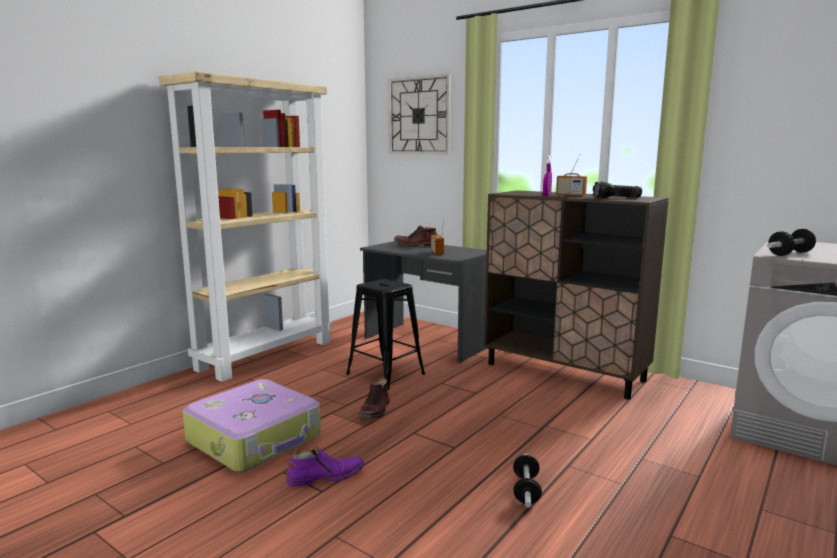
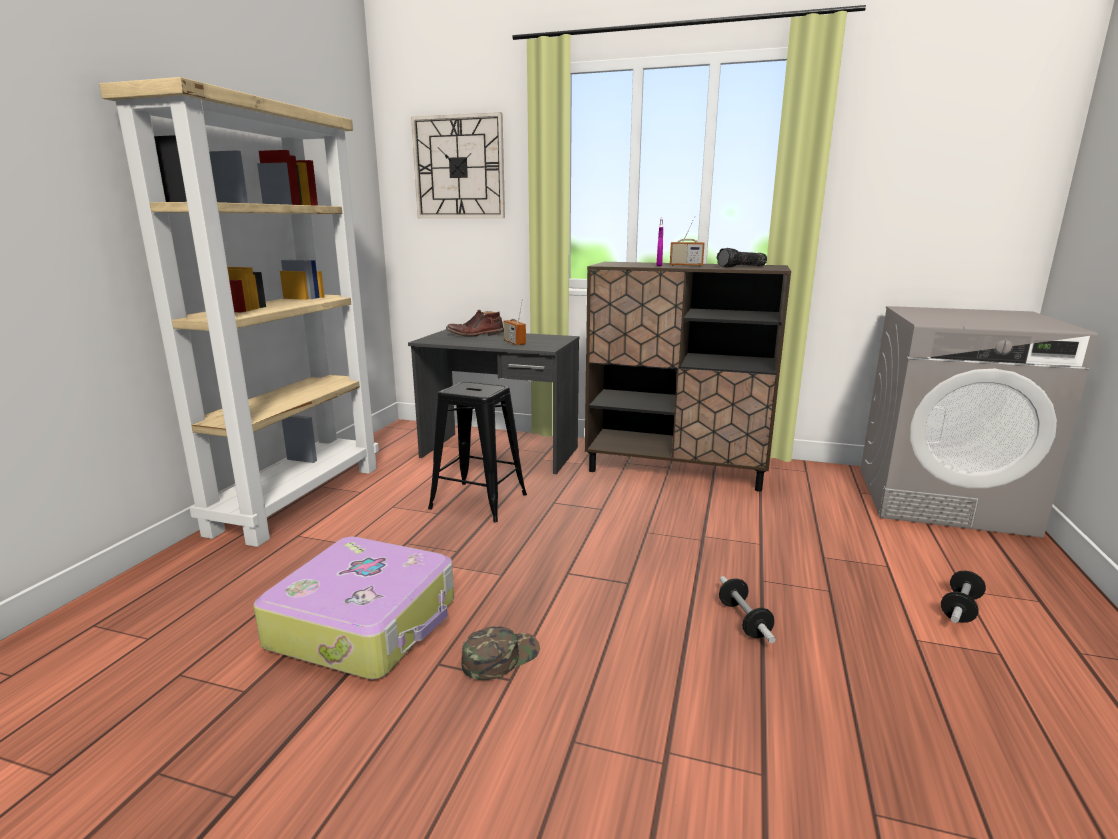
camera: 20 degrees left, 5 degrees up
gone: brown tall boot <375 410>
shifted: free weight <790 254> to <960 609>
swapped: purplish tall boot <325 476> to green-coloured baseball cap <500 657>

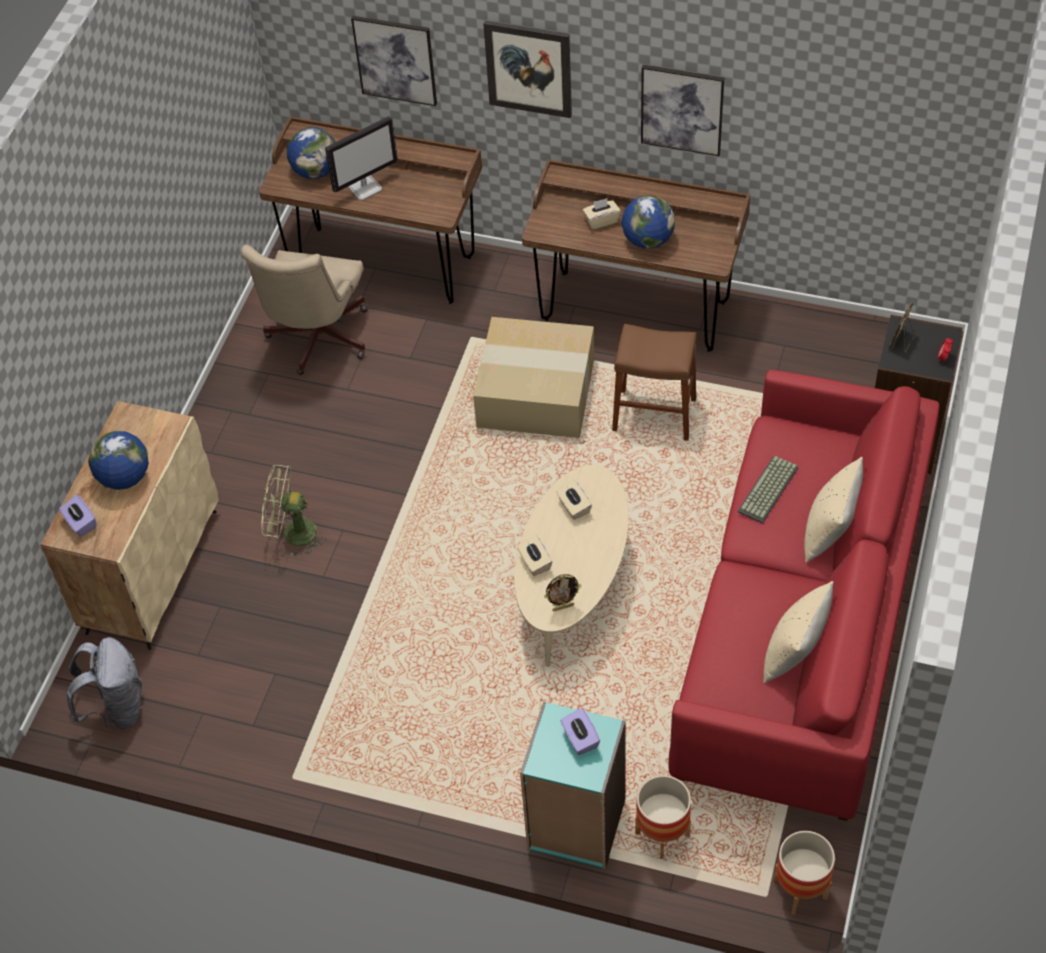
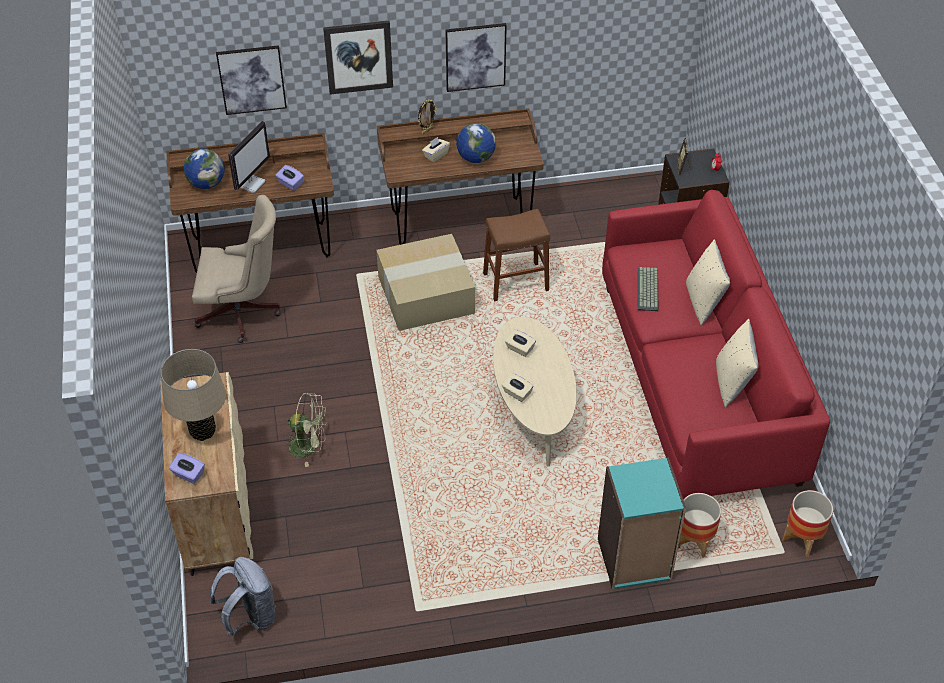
camera: 30 degrees left, 5 degrees down
shifted: purplish tissue holder <580 739> to <290 184>; photo frame <563 607> to <427 130>
swapped: globe <125 478> to beige tabletop lamp <202 431>
rotated: beige desk chair <316 341> = <243 313> 75 degrees counterclockwise; green-coloured electric fan <292 533> = <309 447> 150 degrees counterclockwise

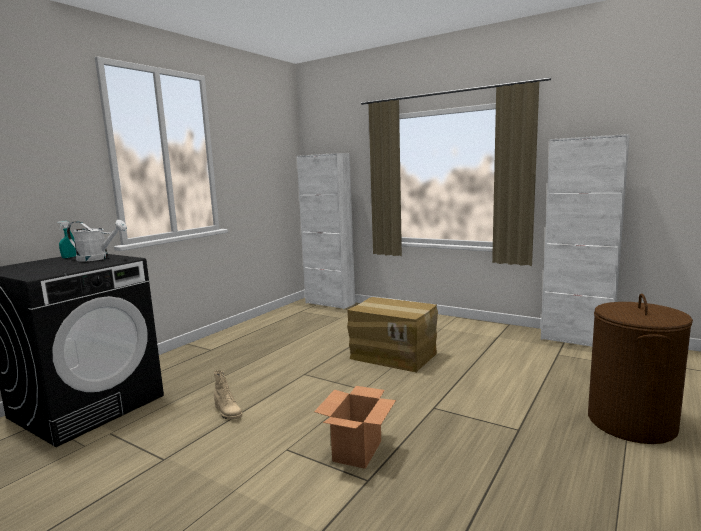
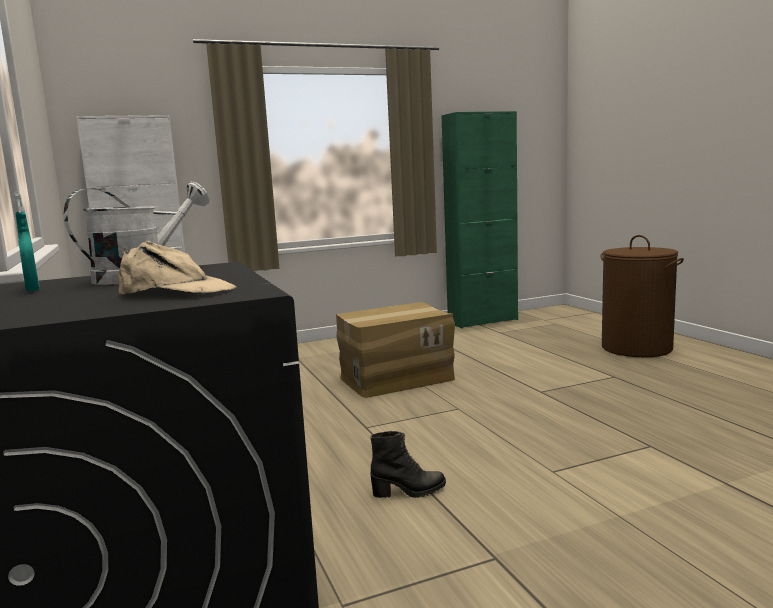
camera: 55 degrees left, 0 degrees up
gone: packing box <357 450>
new: beige baseball cap <177 291>
repainted: beige tall boot <227 413> to black tall boot <409 492>; white-coloured storage cabinet <576 340> to green-coloured storage cabinet <483 321>

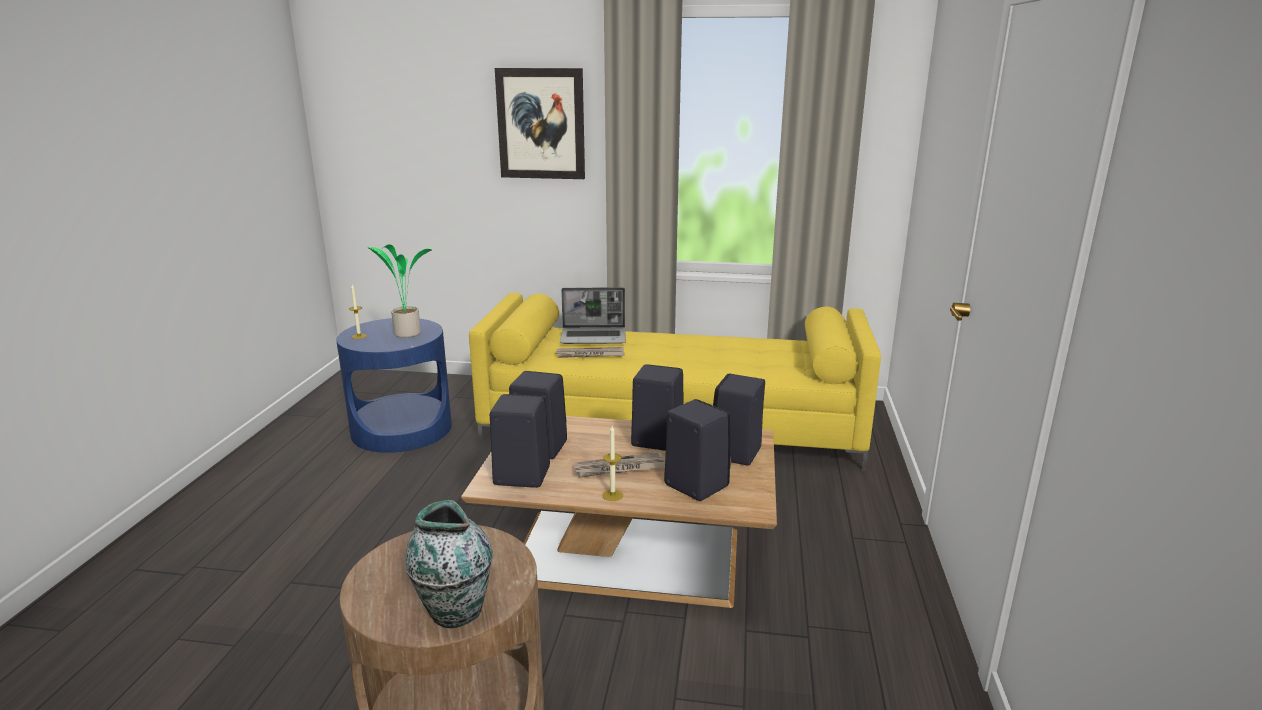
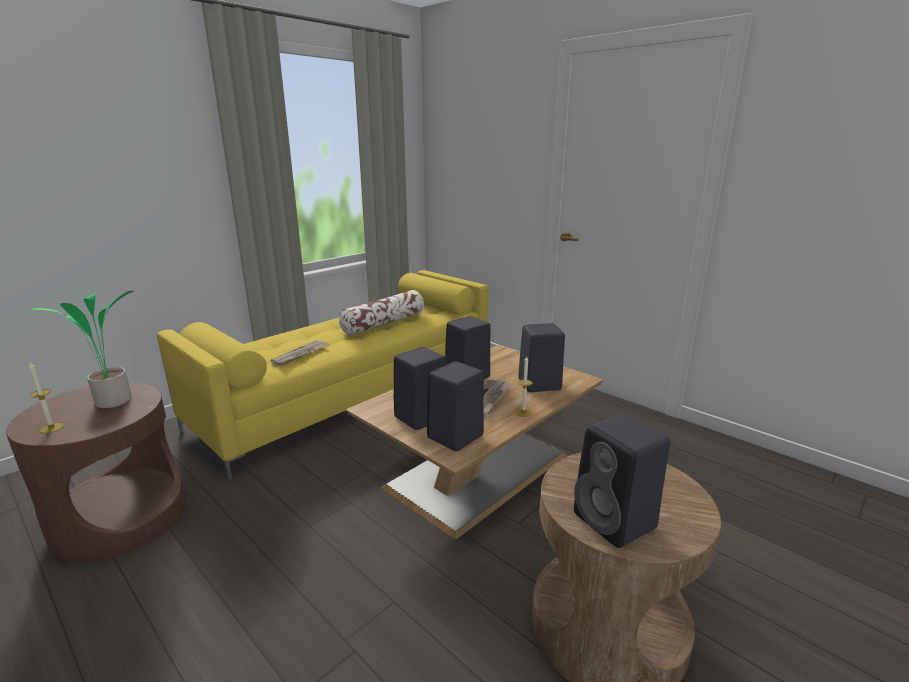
camera: 55 degrees left, 0 degrees up
gone: vase <454 610>; wall art <541 124>; notebook computer <594 337>
new: cushion <384 323>
shifted: black audio speaker <735 453> to <616 522>
repainted: blue-coloured side table <402 429> to brown side table <120 517>

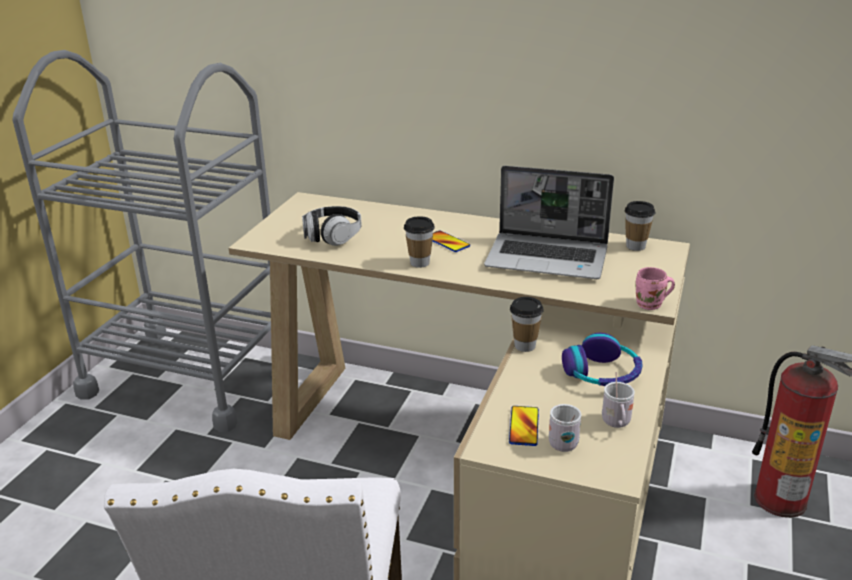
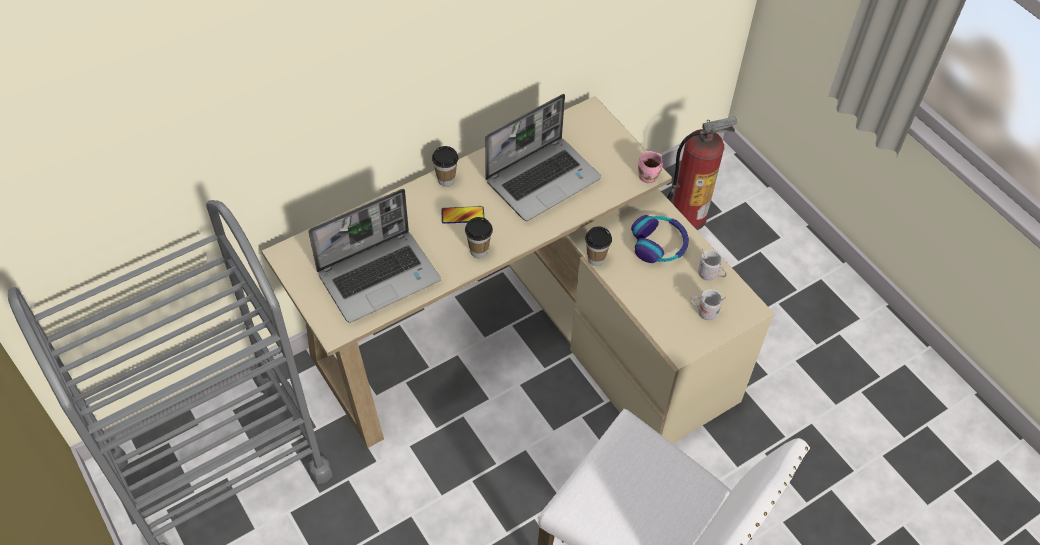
camera: 55 degrees left, 25 degrees up
gone: telephone <524 426>
shifted: cup <635 246> to <446 180>
swapped: pair of headphones <332 236> to notebook computer <380 276>

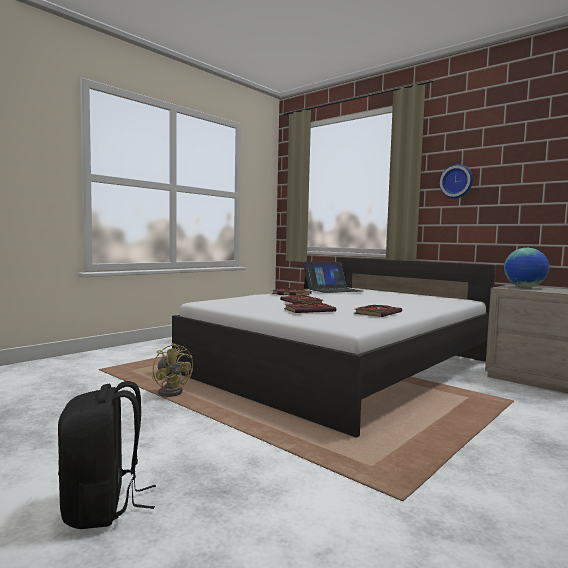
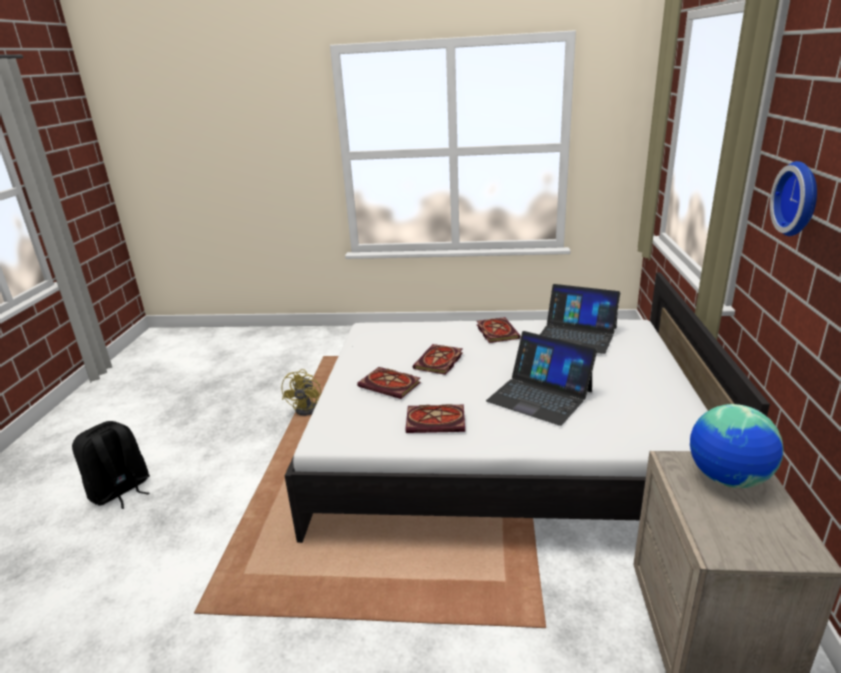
camera: 55 degrees right, 20 degrees up
new: notebook computer <540 396>

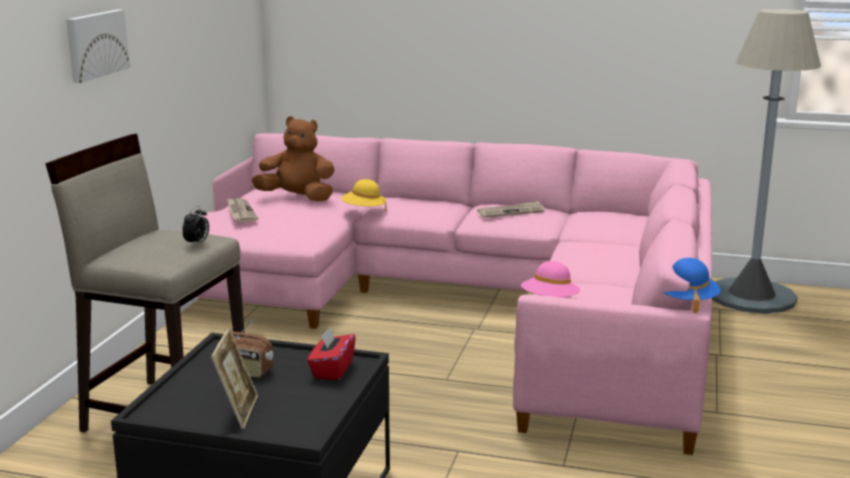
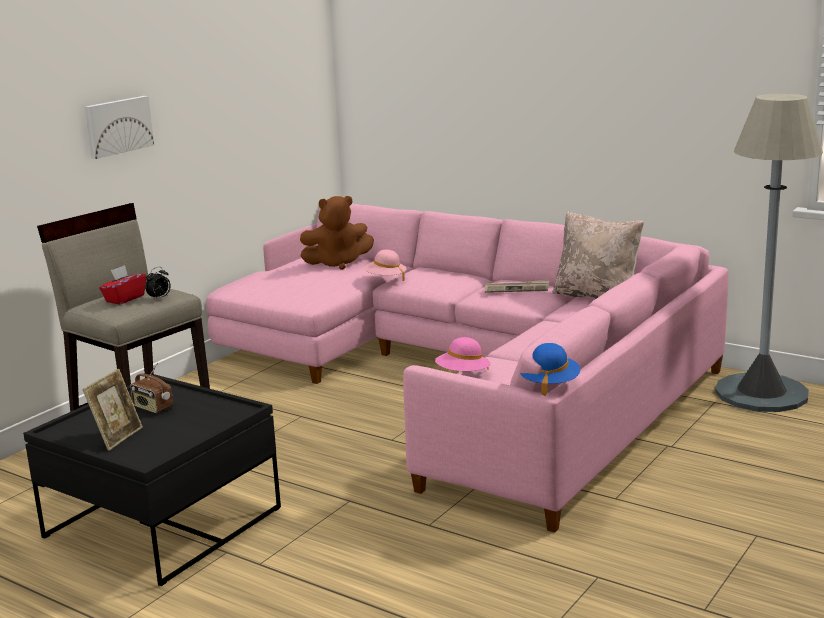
camera: 20 degrees right, 0 degrees up
gone: daily paper <240 212>
new: beige cushion <597 296>
shifted: reddish tissue holder <332 370> to <124 299>
repainted: yellow-coloured wearable hat <364 210> to pinkish wearable hat <385 278>
rotated: brown cuddly toy <297 198> = <337 263> 135 degrees clockwise

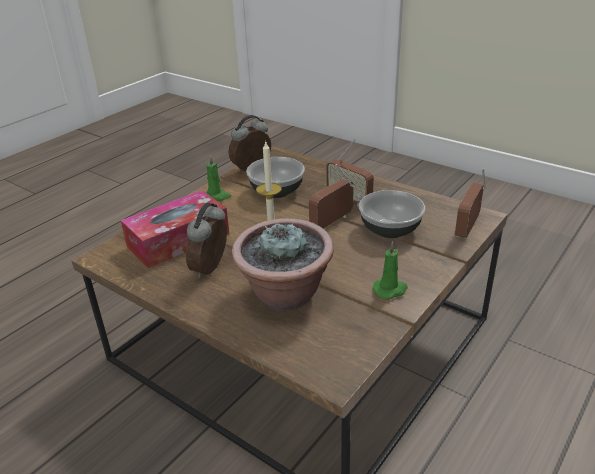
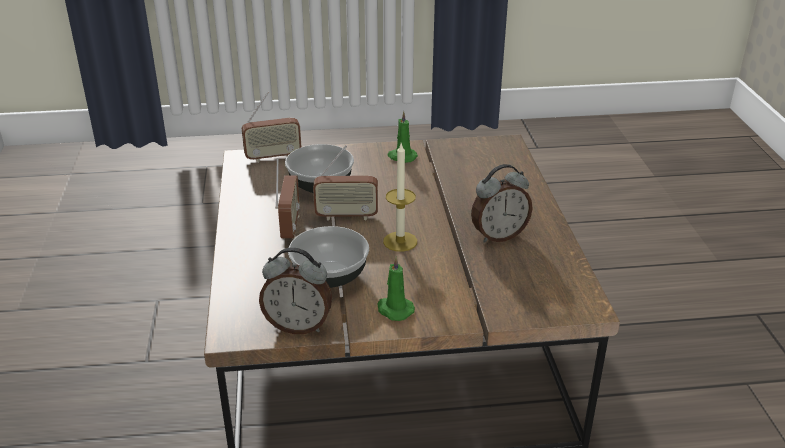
camera: 135 degrees left, 0 degrees up
gone: tissue holder <178 240>; plant in a pot <285 295>

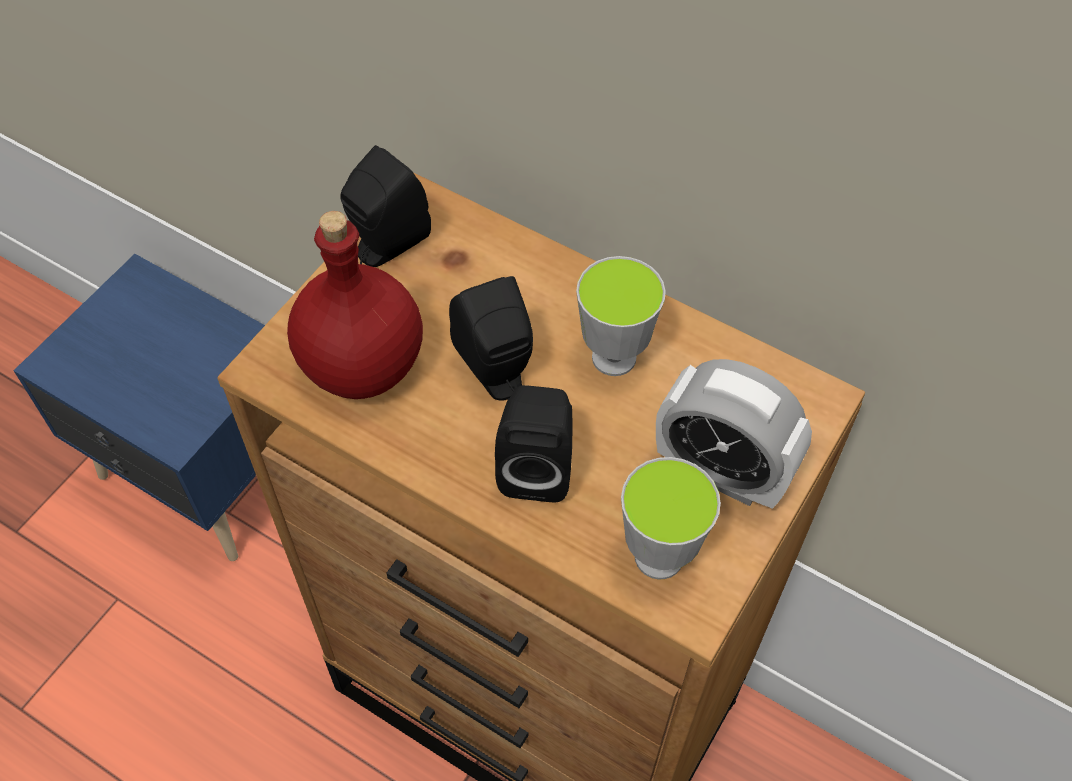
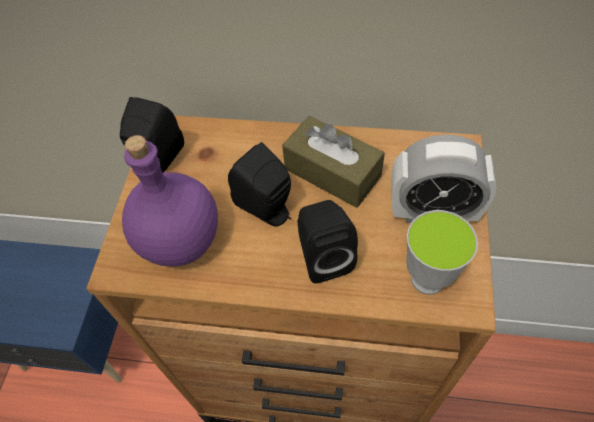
camera: 20 degrees left, 0 degrees up
swapped: cup <614 357> to brown tissue holder <332 172>
repainted: reddish bottle <361 364> to purplish bottle <179 240>

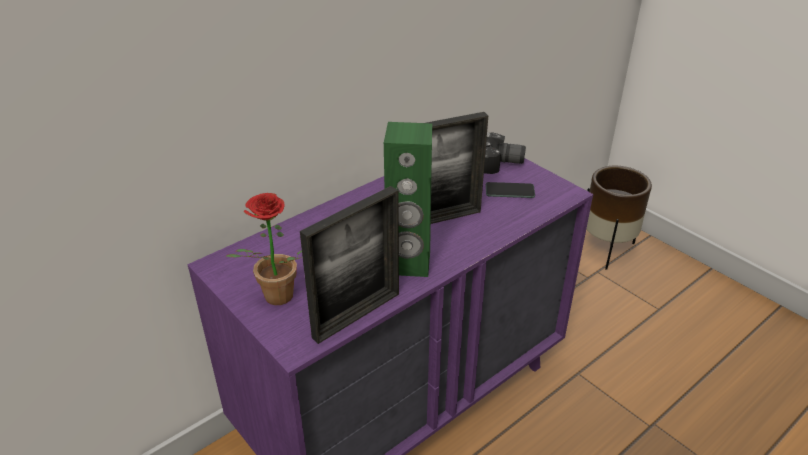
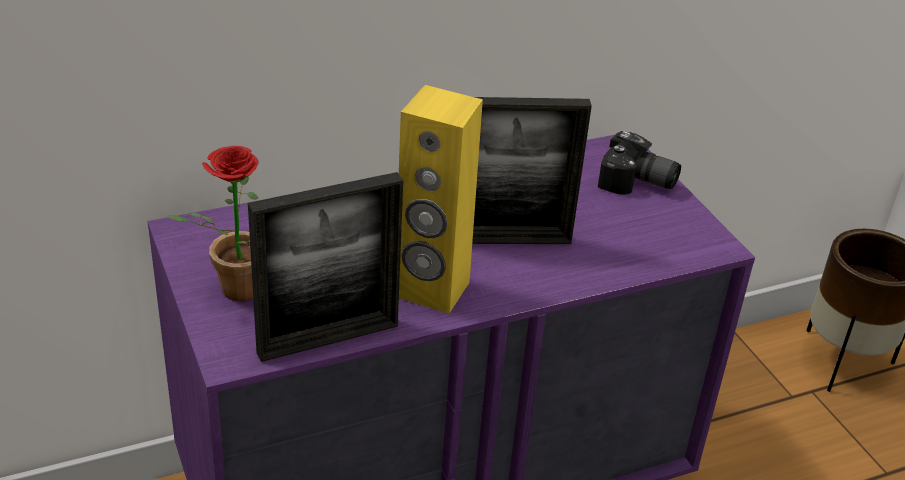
camera: 15 degrees right, 0 degrees up
gone: telephone <510 191>
repainted: green-coloured audio speaker <408 264> to yellow-coloured audio speaker <431 290>

